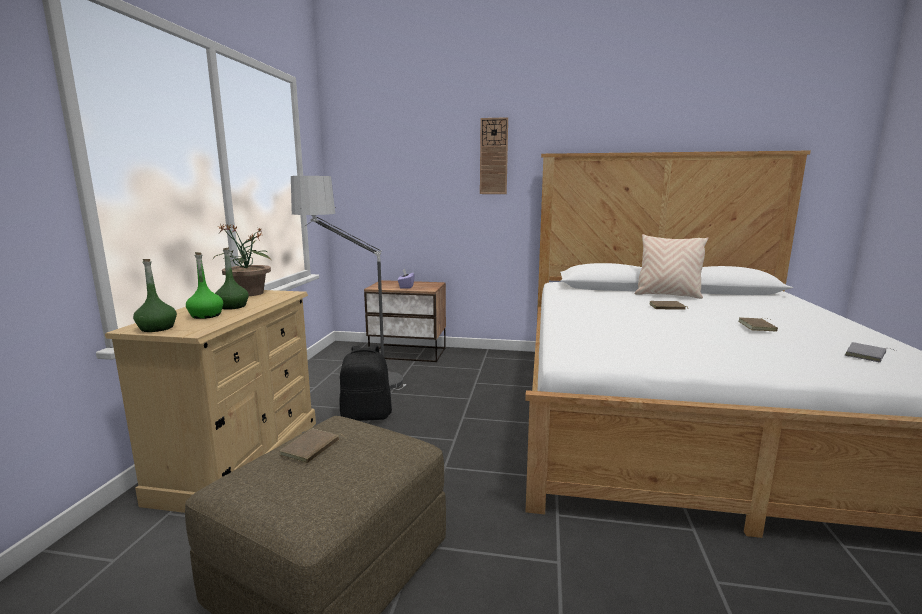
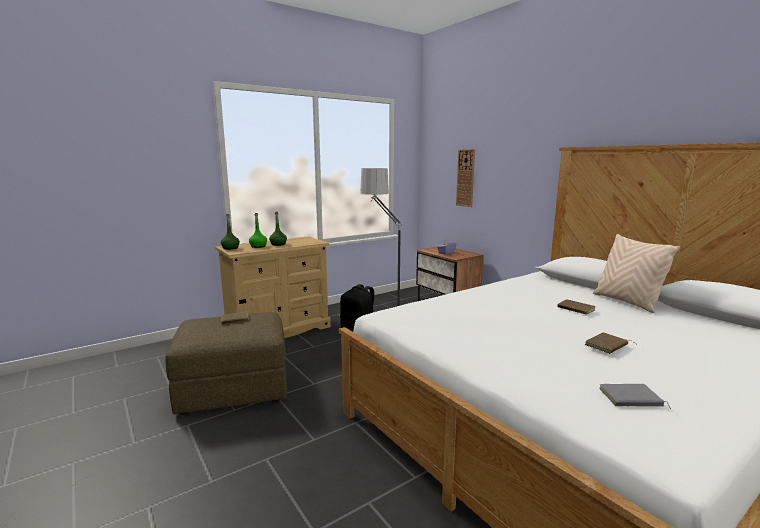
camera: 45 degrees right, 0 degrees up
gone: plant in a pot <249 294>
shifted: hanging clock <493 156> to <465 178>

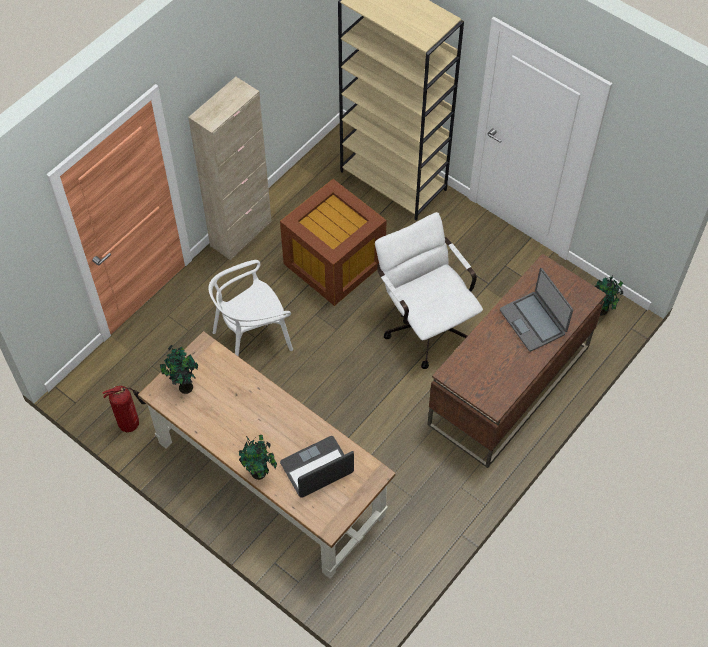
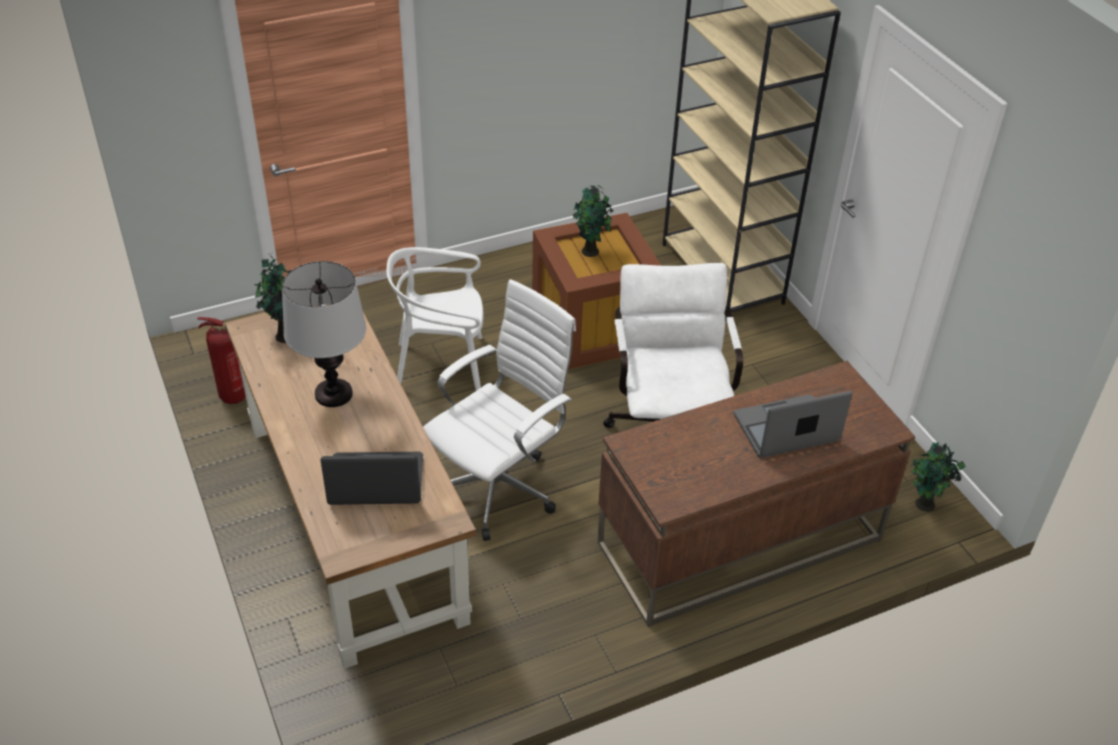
camera: 25 degrees right, 15 degrees down
gone: beige storage cabinet <241 233>
new: tabletop lamp <333 394>; white-coloured desk chair <500 487>
shifted: plant in a pot <259 473> to <591 252>
rotated: notebook computer <533 321> = <786 429> 75 degrees clockwise

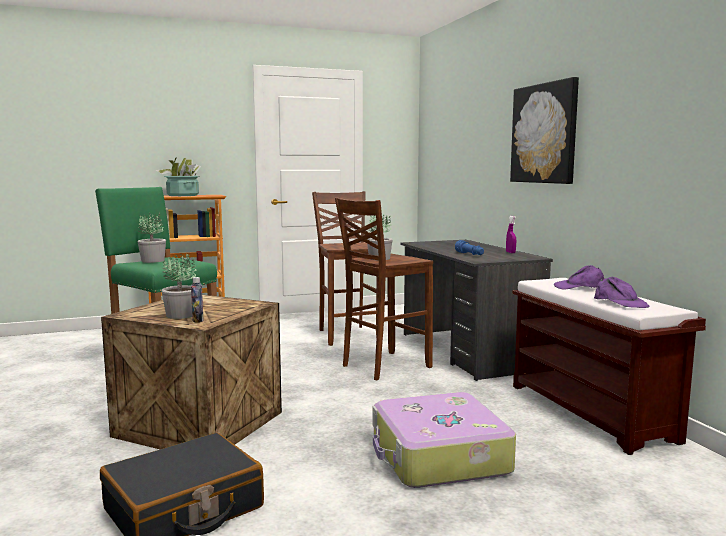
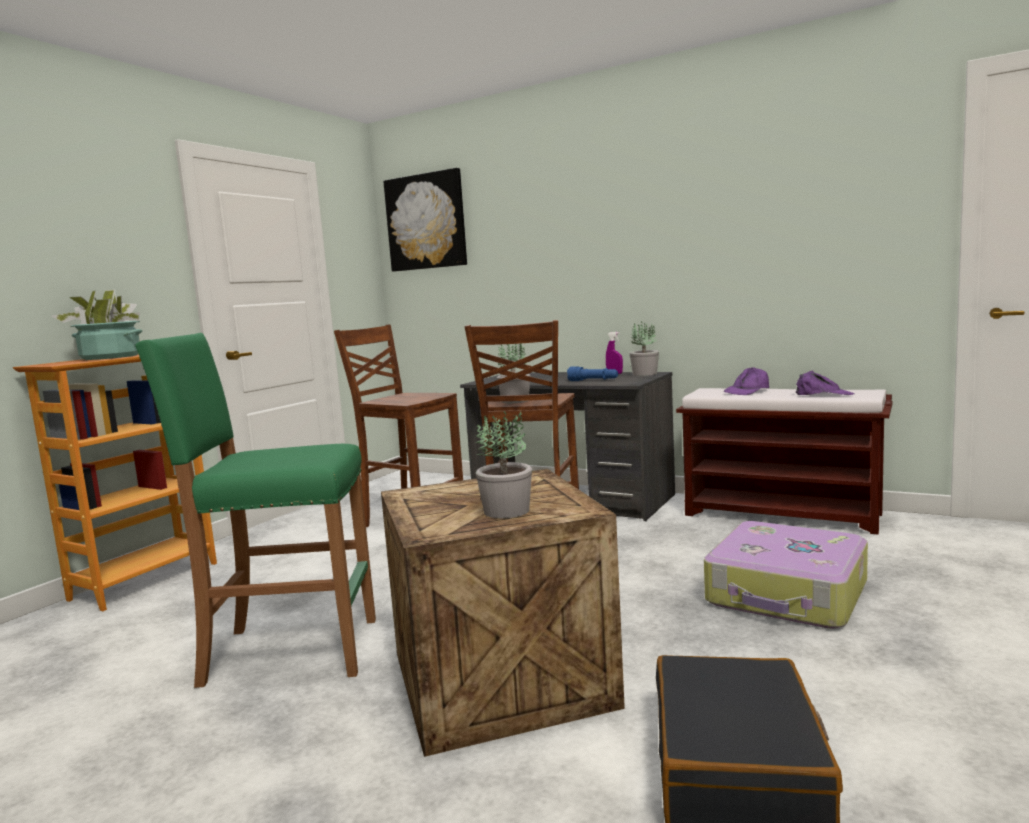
camera: 40 degrees left, 0 degrees up
gone: bottle <198 320>
shifted: wall art <544 133> to <426 222>; plant in a pot <153 260> to <644 374>

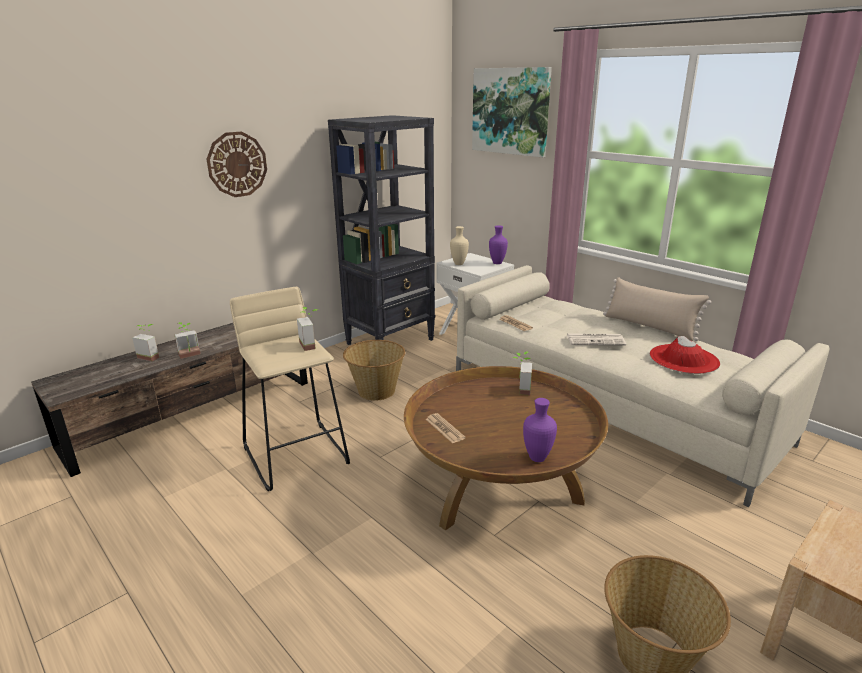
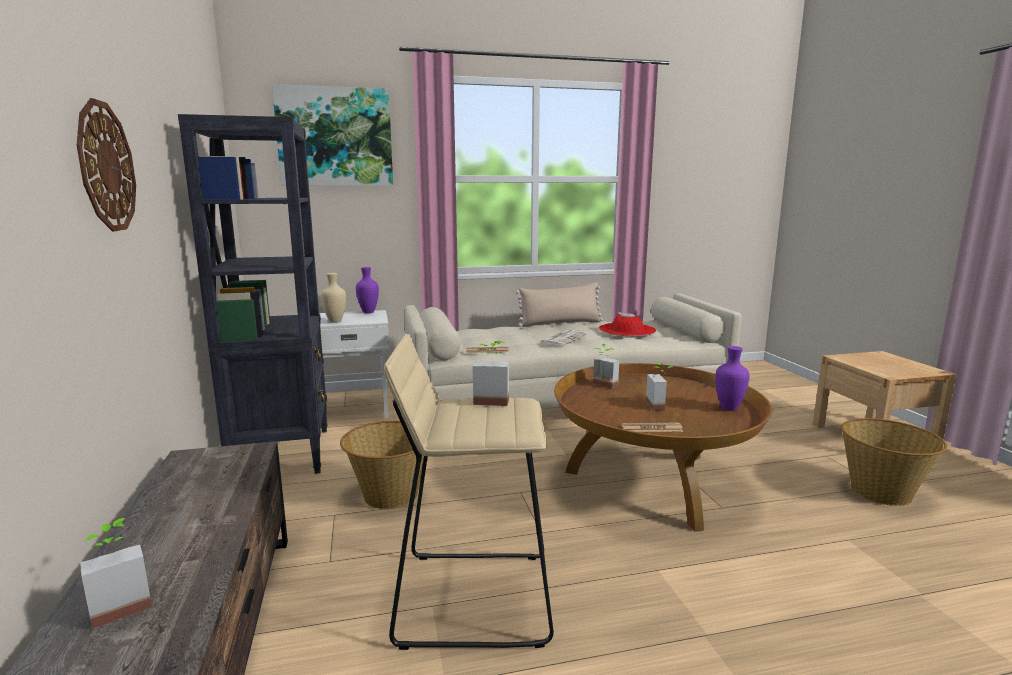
camera: 60 degrees left, 10 degrees down
shifted: plant in a pot <190 356> to <660 405>

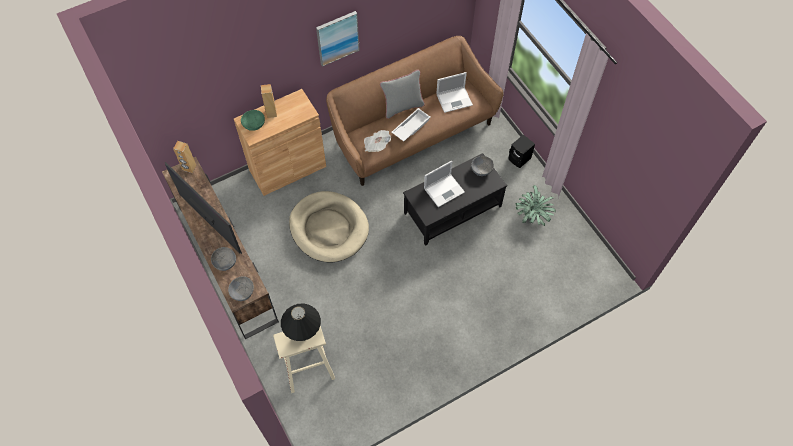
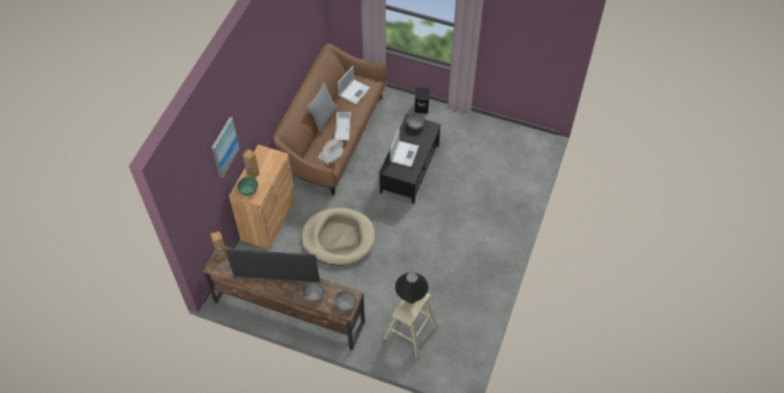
camera: 40 degrees left, 5 degrees down
gone: plant in a pot <533 215>
shifted: wall art <337 38> to <224 147>

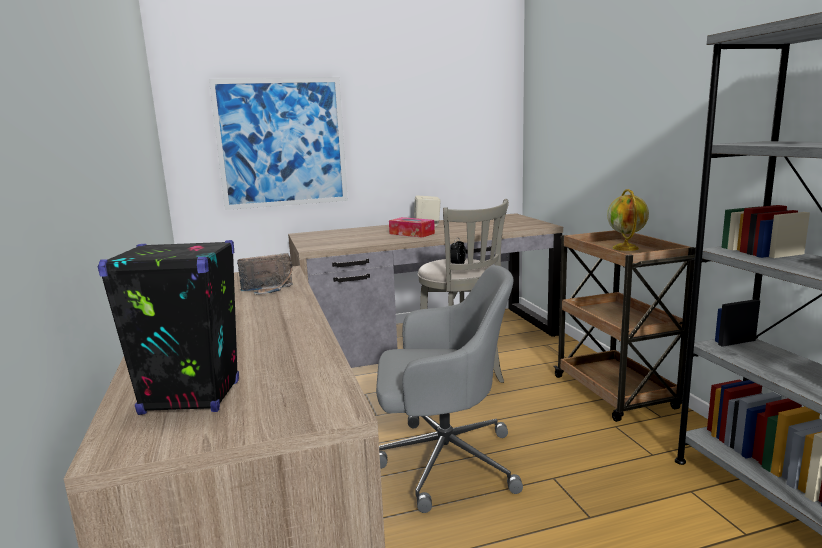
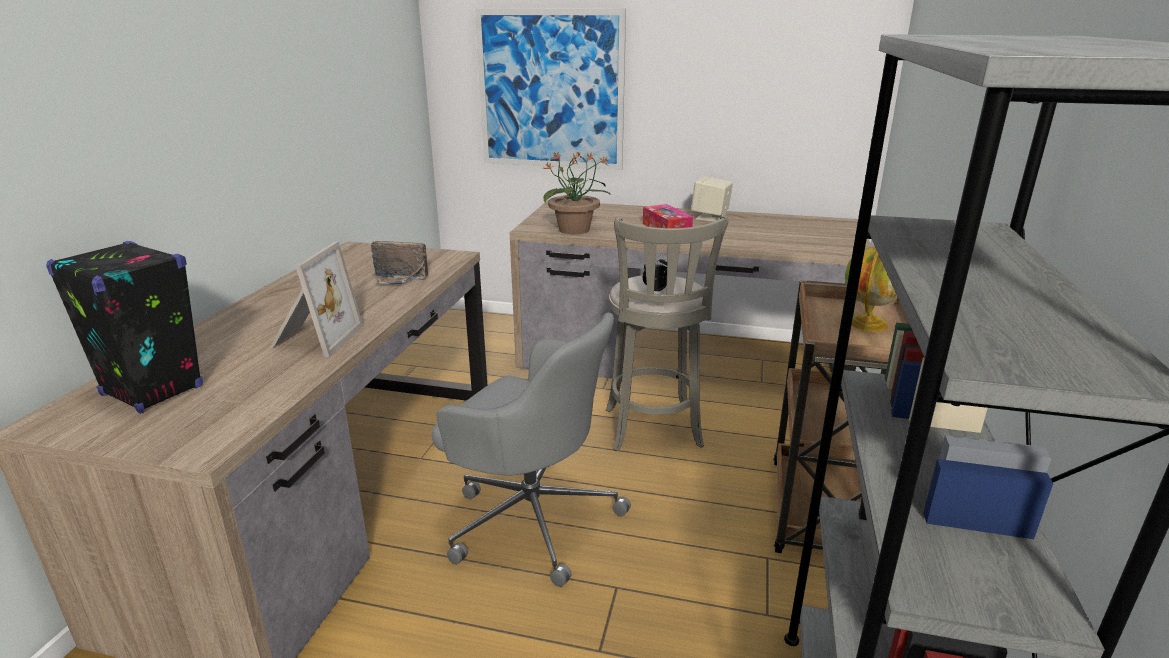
camera: 30 degrees right, 10 degrees up
new: photo frame <314 338>; plant in a pot <575 230>

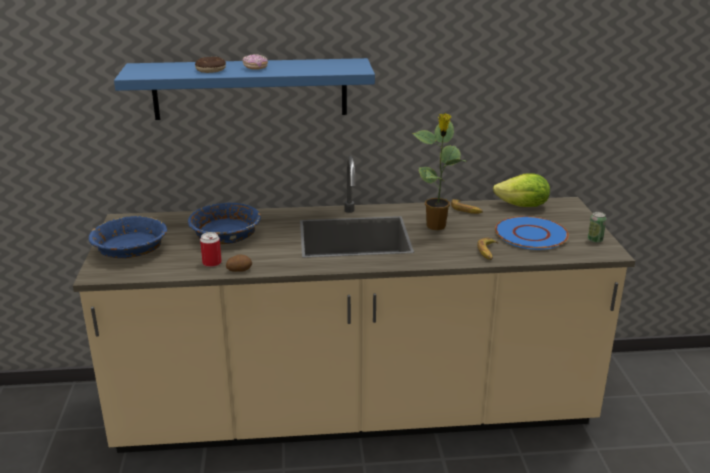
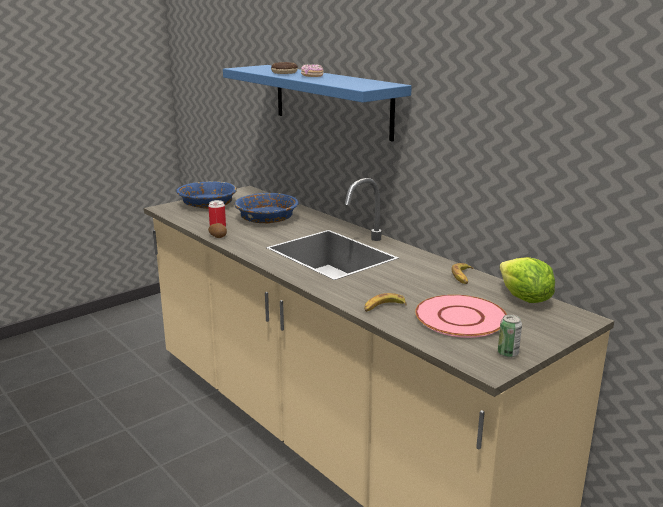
camera: 55 degrees right, 5 degrees down
gone: plant in a pot <436 226>
repainted: blue-coloured dinner plate <531 234> to pinkish dinner plate <460 318>

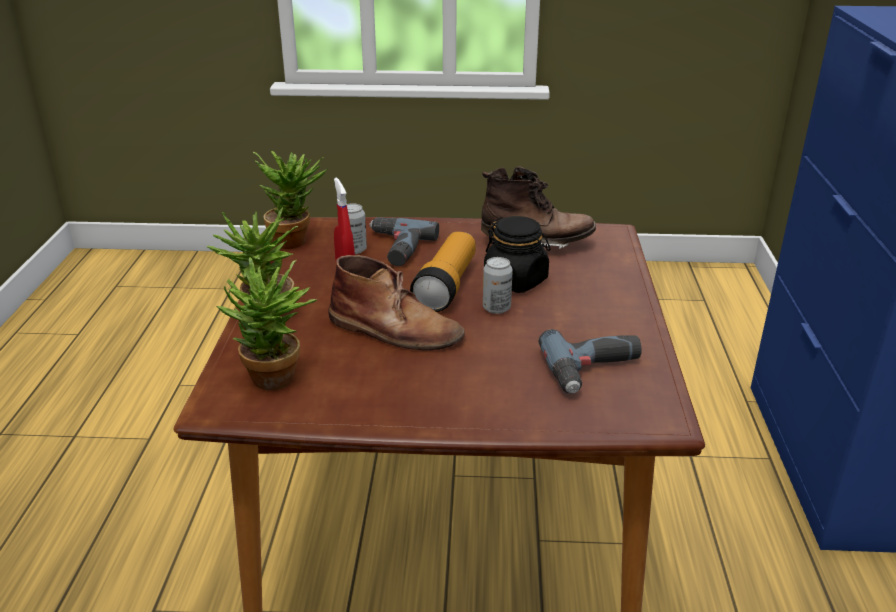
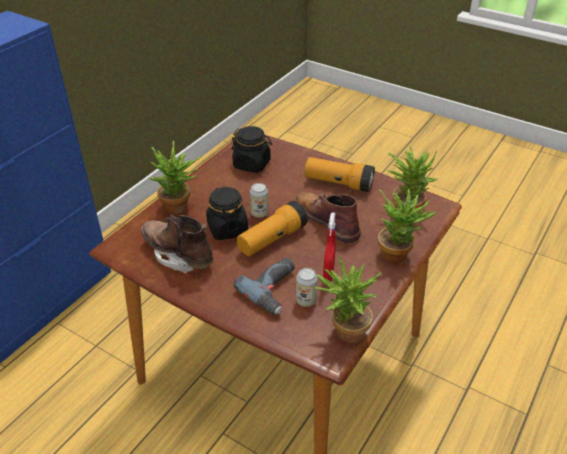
camera: 150 degrees left, 10 degrees up
new: plant in a pot <179 208>; flashlight <338 183>
swapped: drill <595 371> to black jar <252 164>

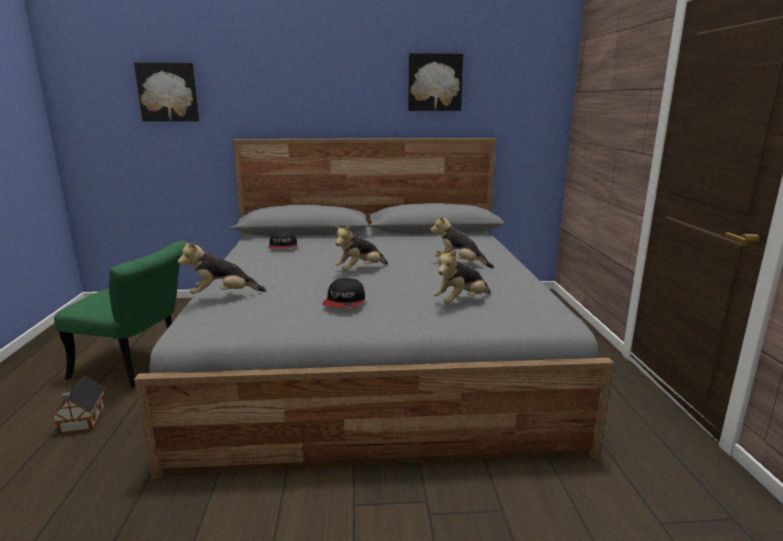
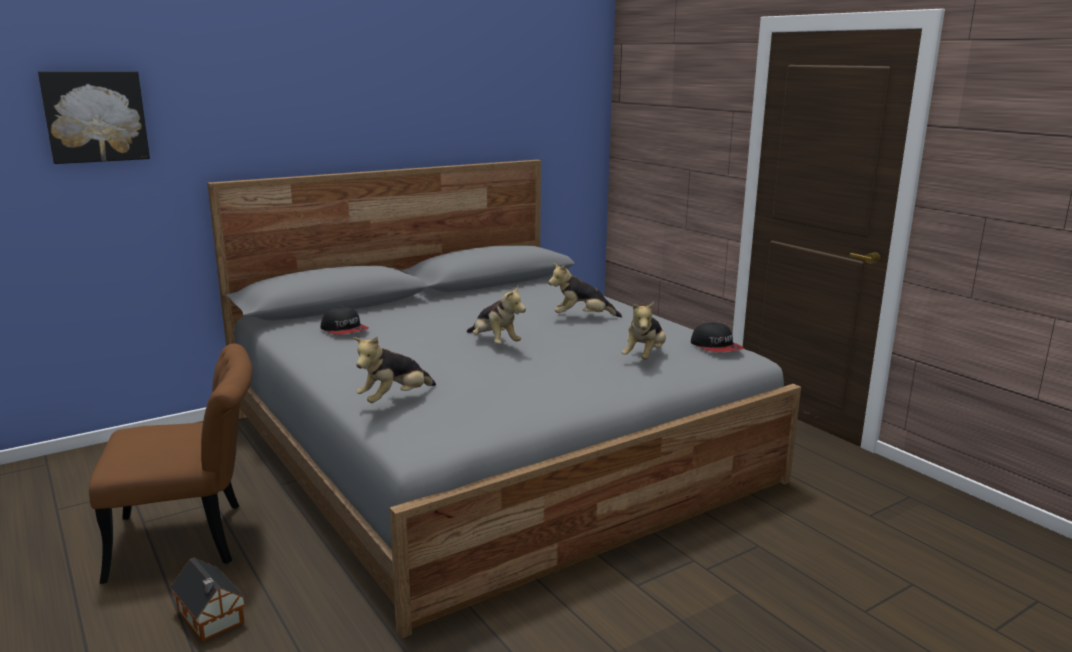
camera: 30 degrees left, 0 degrees up
gone: wall art <434 82>
shifted: baseball cap <345 302> to <716 347>
repainted: green-coloured upright chair <138 366> to brown upright chair <193 538>
rotated: cuddly toy <360 270> = <494 343> 60 degrees counterclockwise

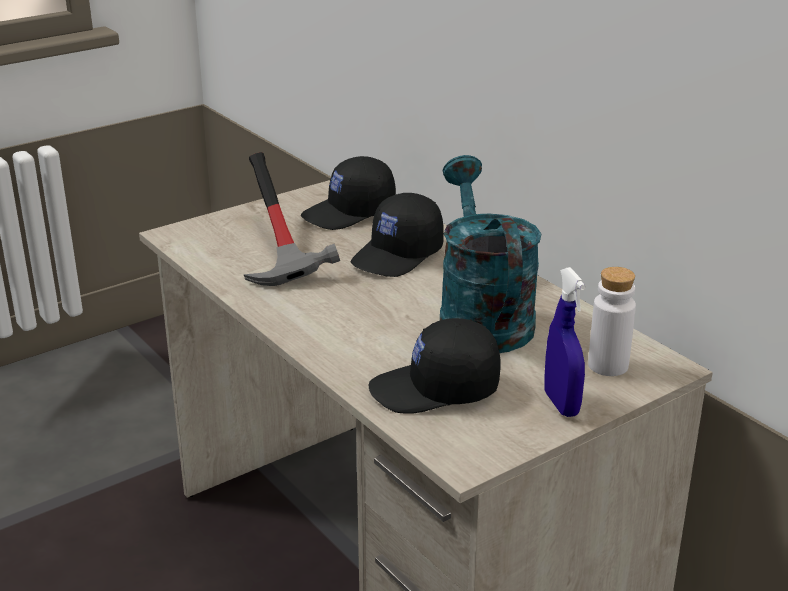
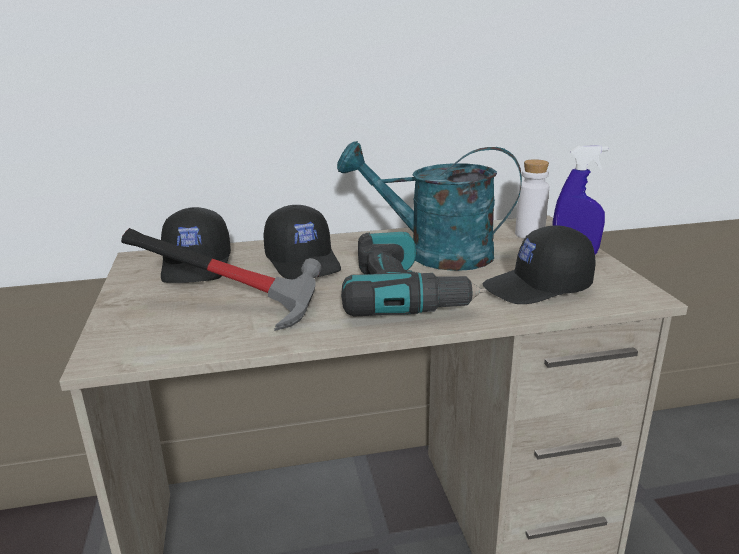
camera: 65 degrees left, 5 degrees down
new: drill <404 295>
rotated: black baseball cap <435 390> = <538 287> 60 degrees clockwise

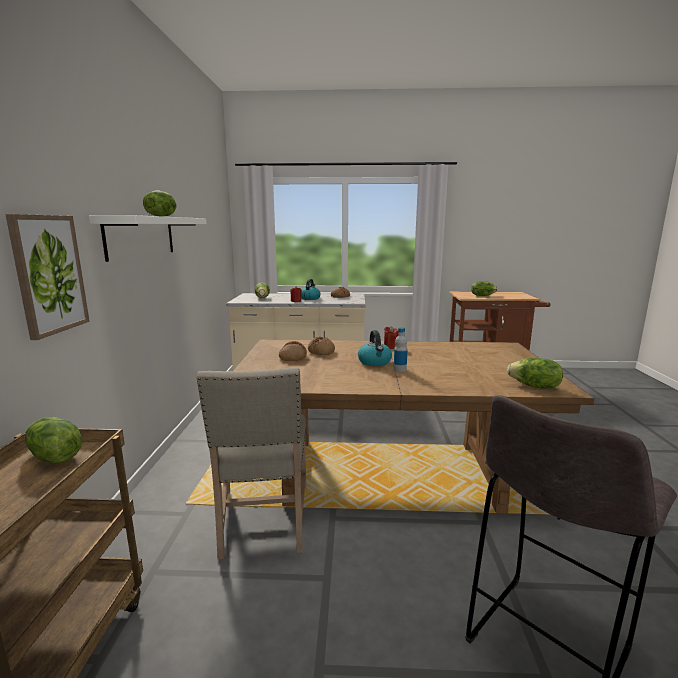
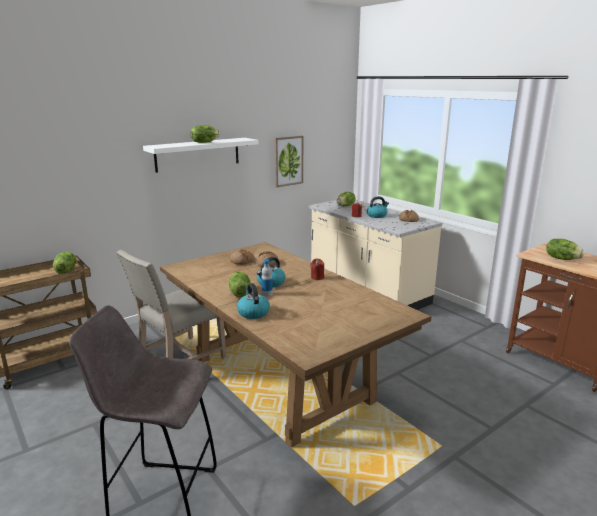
camera: 50 degrees right, 5 degrees up
new: water kettle <253 312>
shifted: lettuce head <534 386> to <239 293>; wall art <49 274> to <288 161>

